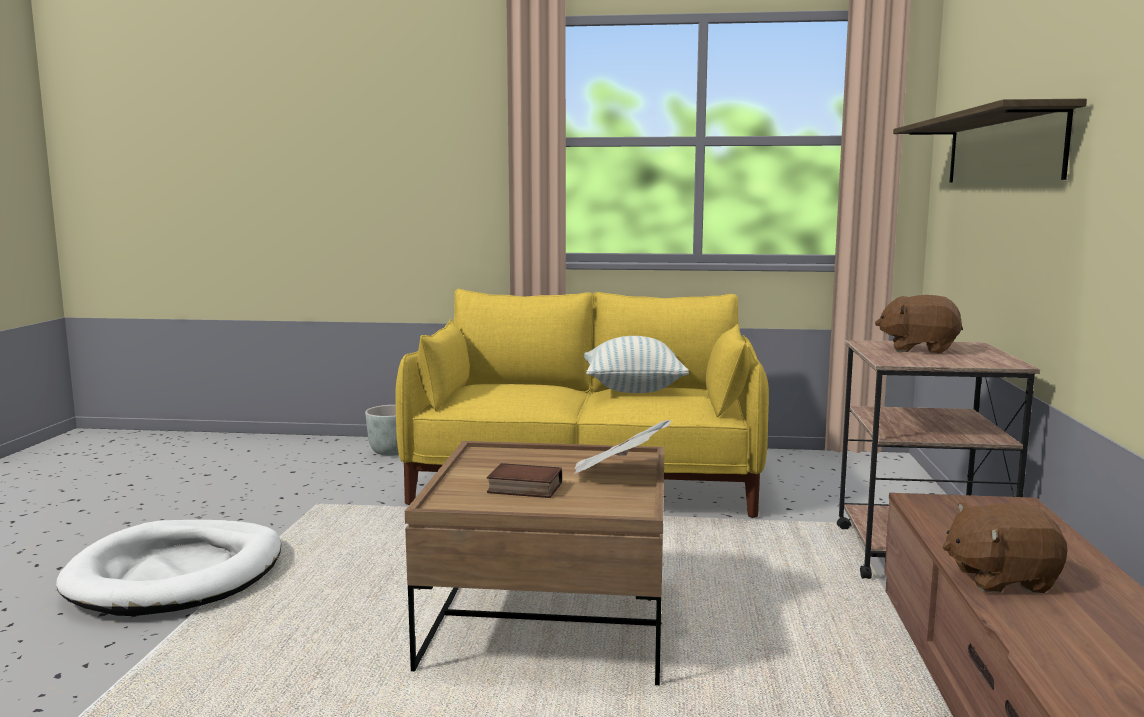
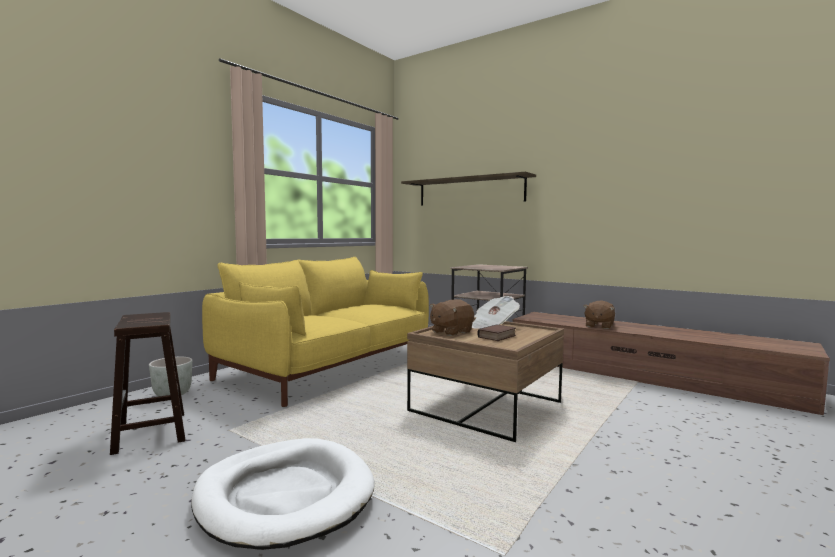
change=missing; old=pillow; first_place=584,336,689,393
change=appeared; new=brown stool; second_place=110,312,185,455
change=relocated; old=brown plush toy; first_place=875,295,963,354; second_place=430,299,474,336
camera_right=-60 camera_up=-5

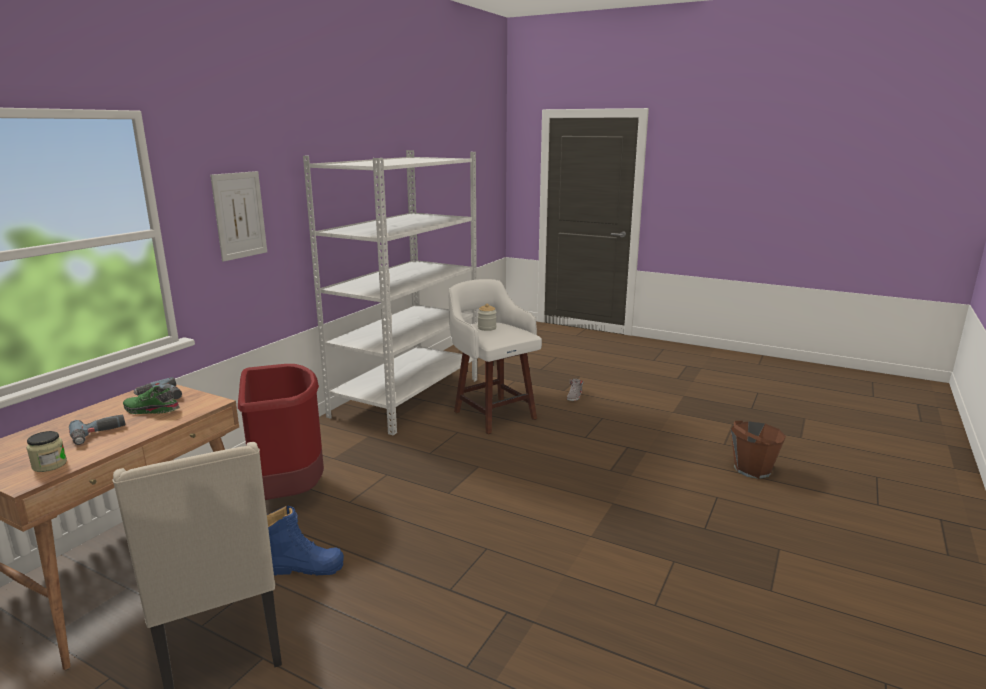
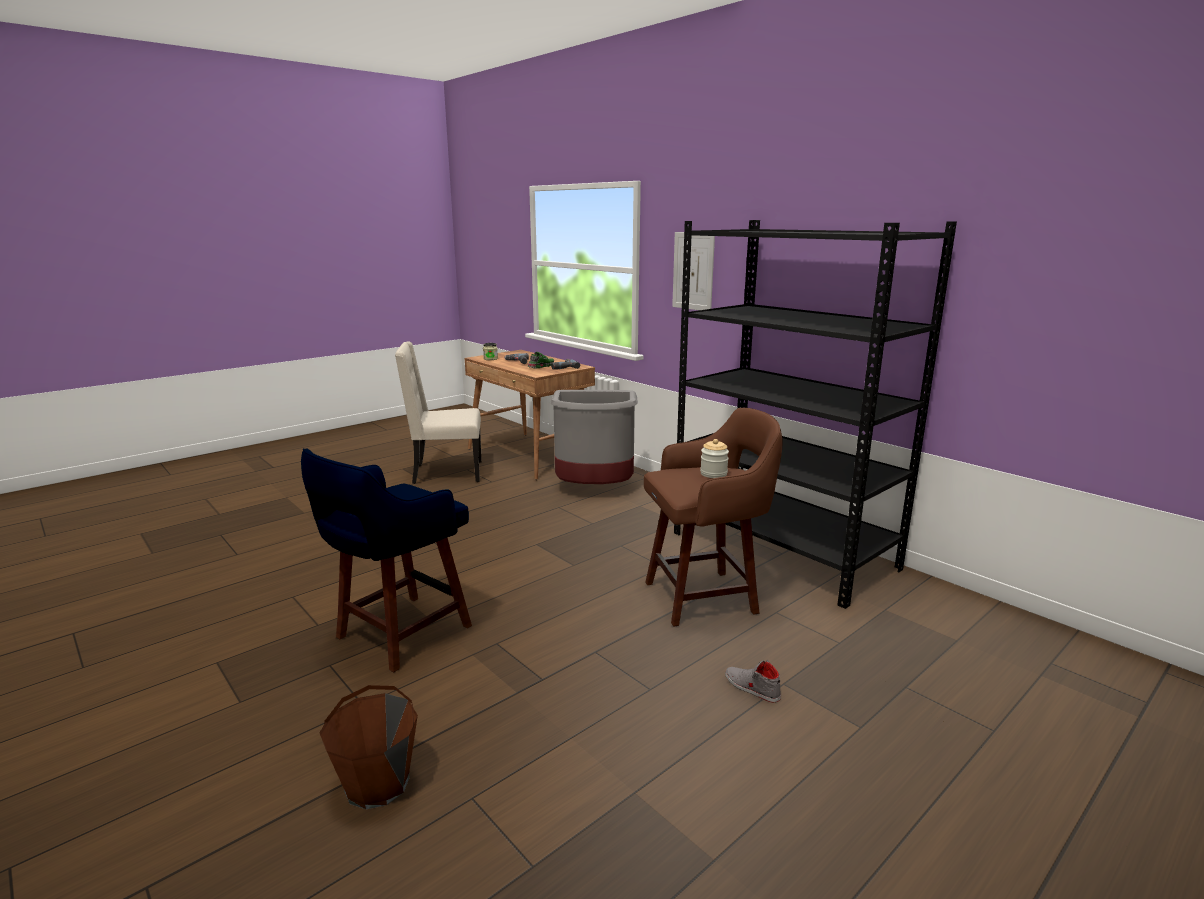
change=missing; old=blue boot; first_place=267,506,344,575
change=appeared; new=blue stool; second_place=301,448,472,673
change=colour; old=red trash can; new=grey trash can; first_place=238,364,324,500; second_place=551,390,638,484
change=colour; old=white bookcase; new=black bookcase; first_place=303,150,477,435; second_place=674,220,957,609
change=colour; old=white stool; new=brown stool; first_place=449,279,542,434; second_place=644,408,783,626
camera_right=110 camera_up=0

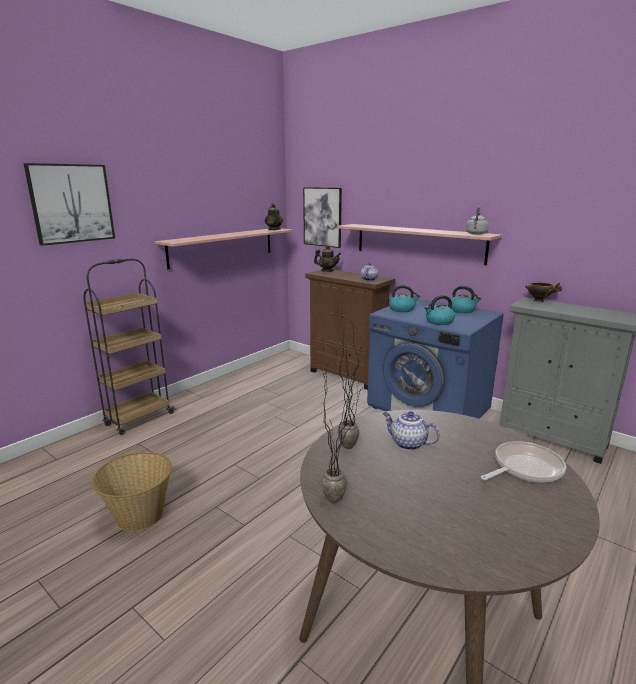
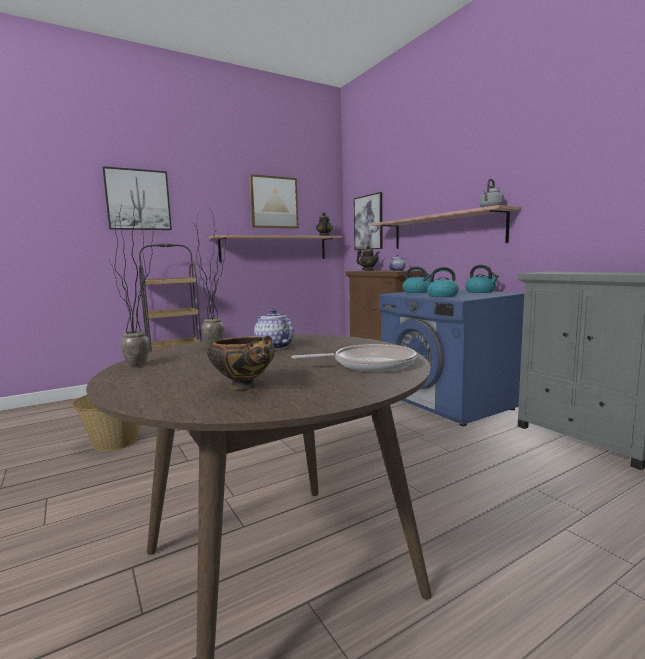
change=appeared; new=picture; second_place=249,174,299,228
change=relocated; old=bowl; first_place=525,282,562,302; second_place=207,336,275,390
camera_right=20 camera_up=-10

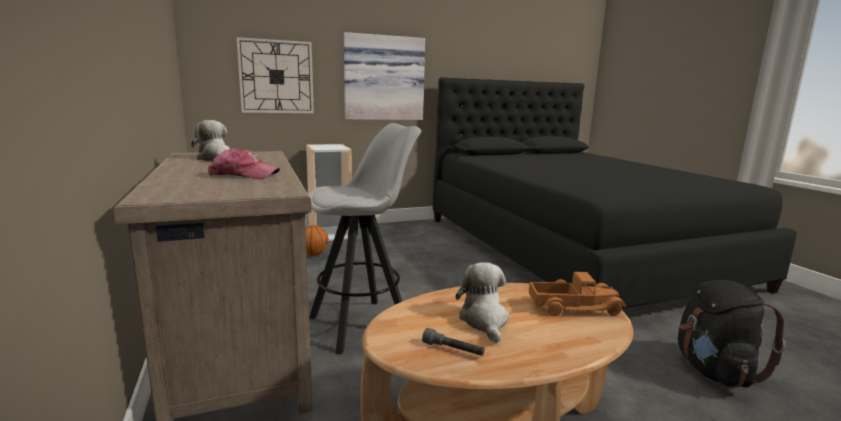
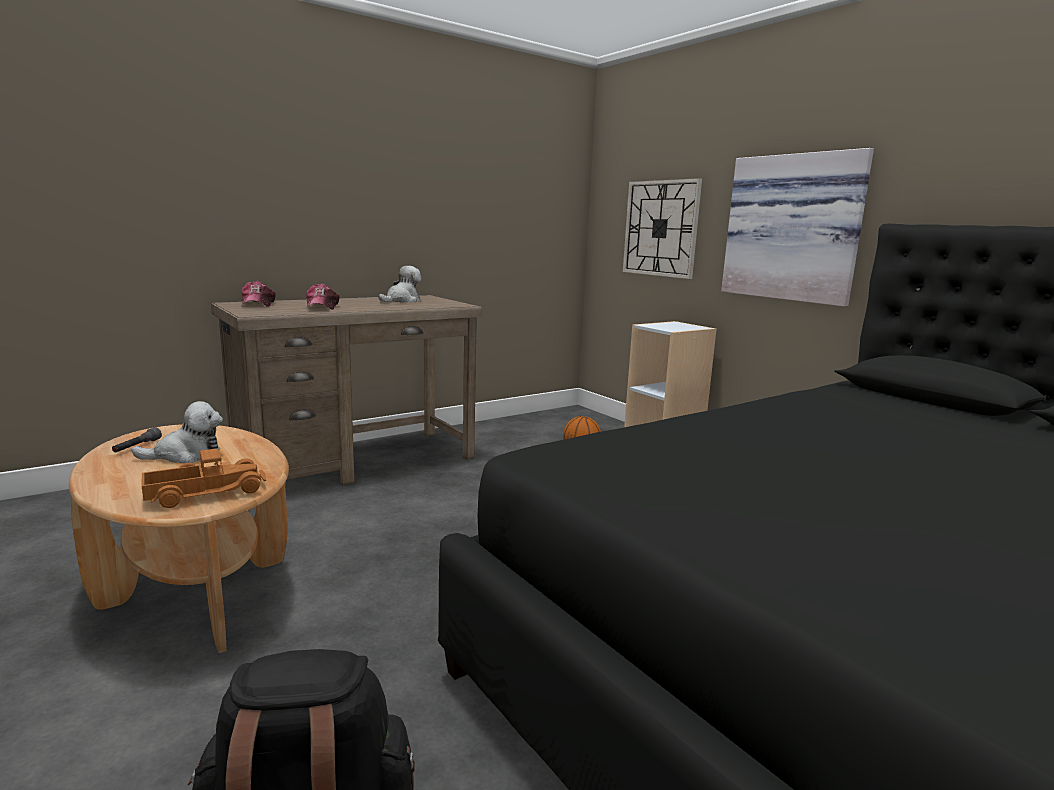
change=missing; old=grey stool; first_place=308,123,422,354
change=appeared; new=cap; second_place=241,281,276,307
change=spun; old=toy truck; first_place=529,272,626,316; second_place=142,449,266,508; degrees=-105
camera_right=75 camera_up=0

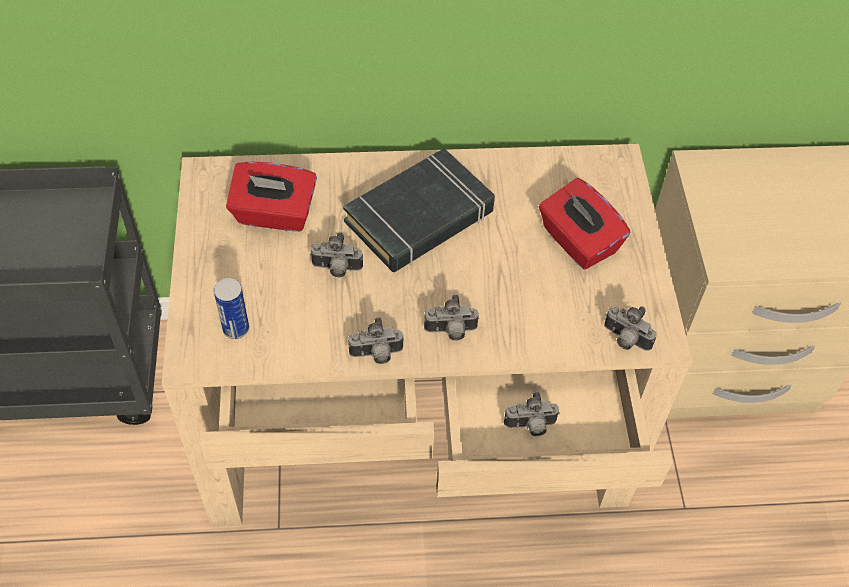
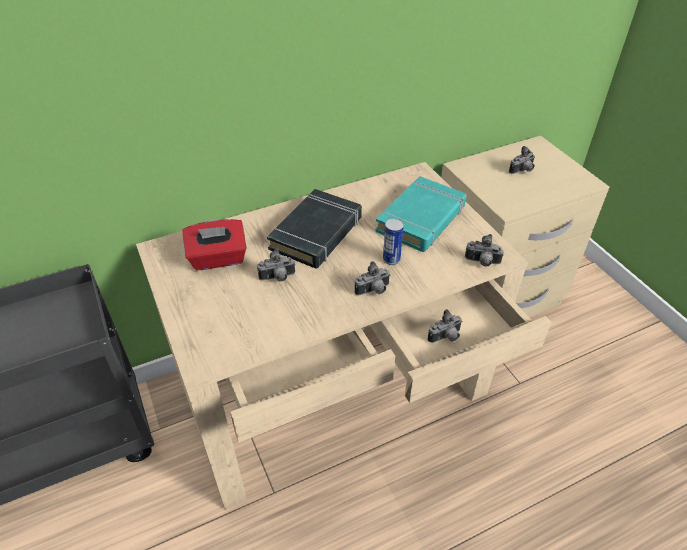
change=relocated; old=can; first_place=214,278,249,339; second_place=383,219,404,265
change=relocated; old=photo camera; first_place=348,317,404,364; second_place=509,146,535,174
change=exchanged; old=red tissue box; new=turquoise book; first_place=539,178,630,269; second_place=375,176,467,252
camera_right=-20 camera_up=-10

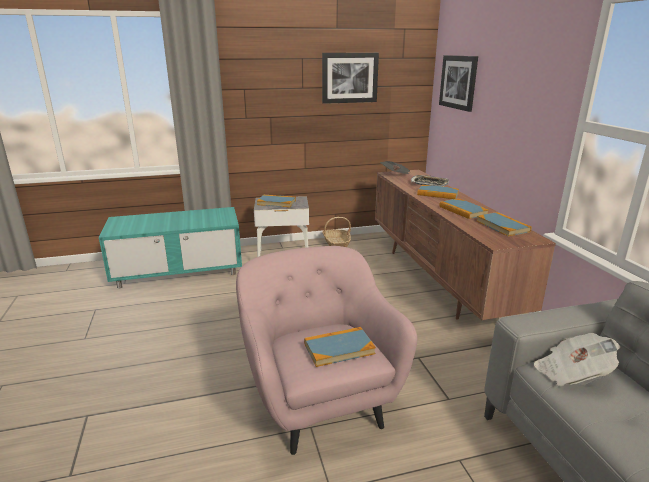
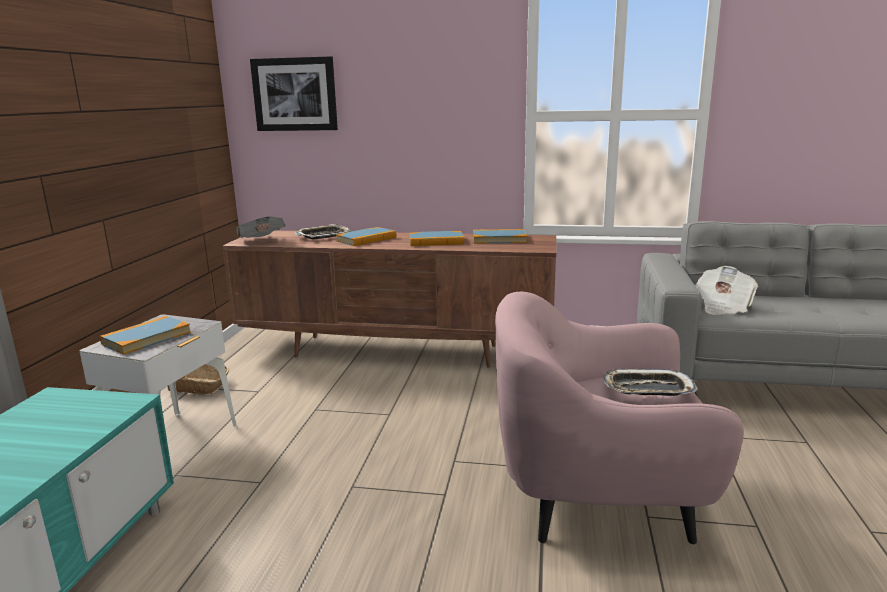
change=missing; old=picture; first_place=322,53,379,104
change=exchanged; old=book; new=tray; first_place=304,327,376,367; second_place=604,369,698,396
camera_right=-65 camera_up=-5

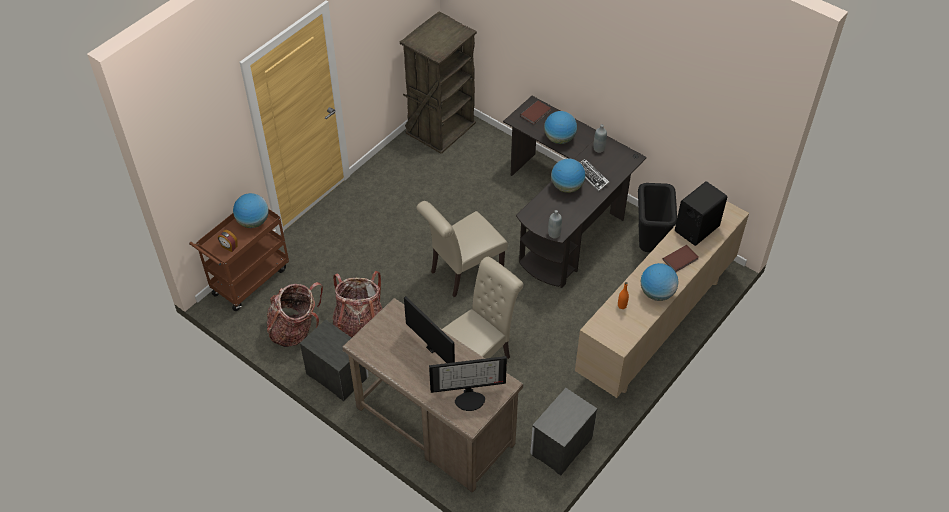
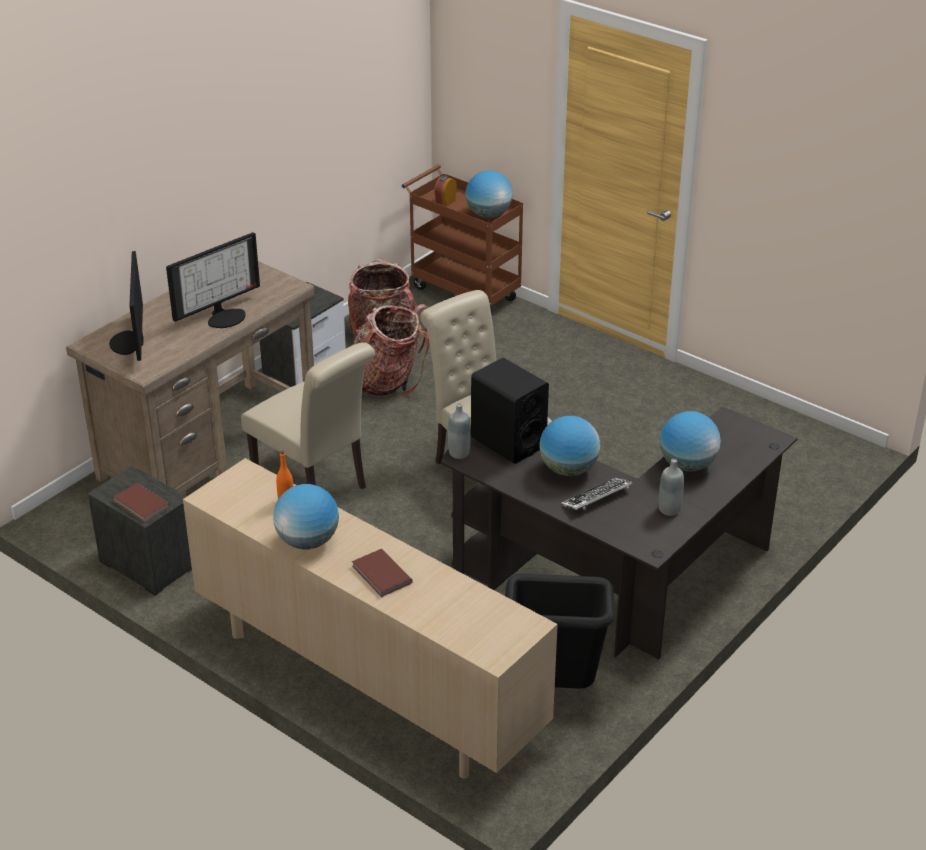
change=missing; old=brown bookcase; first_place=400,11,477,154
change=relocated; old=brown book; first_place=520,101,551,124; second_place=113,483,170,522
change=relocated; old=black speaker; first_place=675,181,727,246; second_place=471,358,549,464
camera_right=90 camera_up=-15

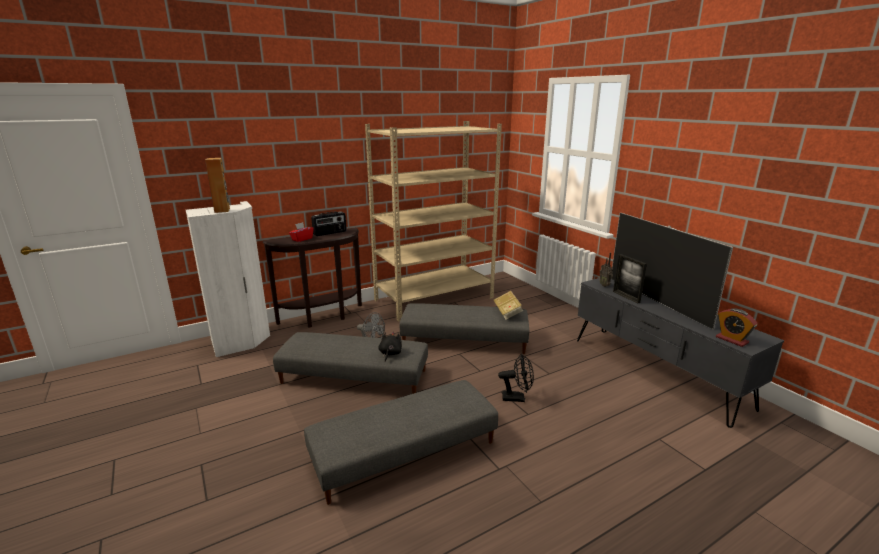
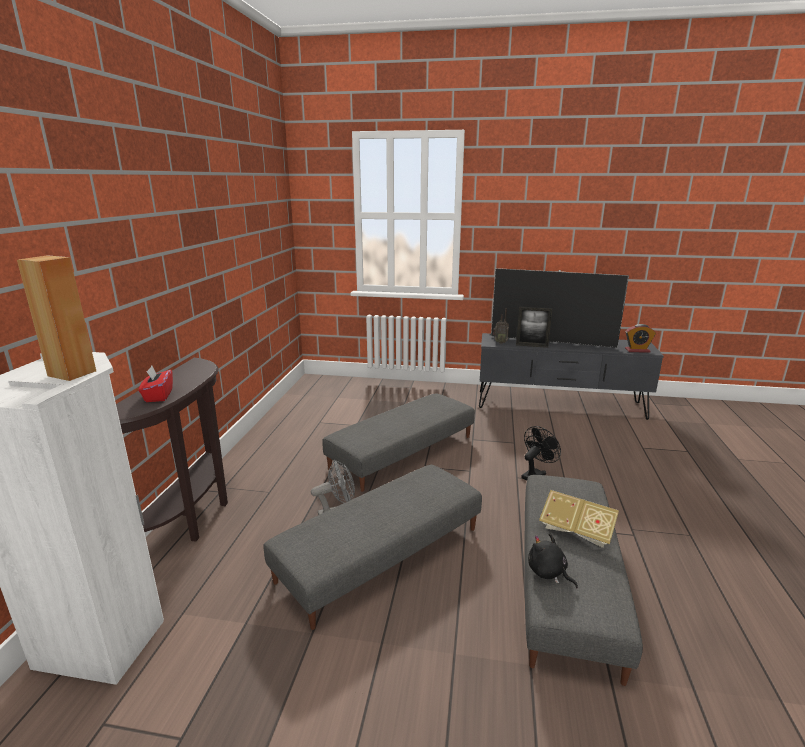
change=missing; old=radio; first_place=311,211,347,236
change=missing; old=beige bookcase; first_place=365,121,502,322
change=relocated; old=black plush toy; first_place=378,332,402,362; second_place=528,533,578,588
change=relocated; old=book; first_place=494,291,523,319; second_place=539,490,619,548
camera_right=-50 camera_up=0

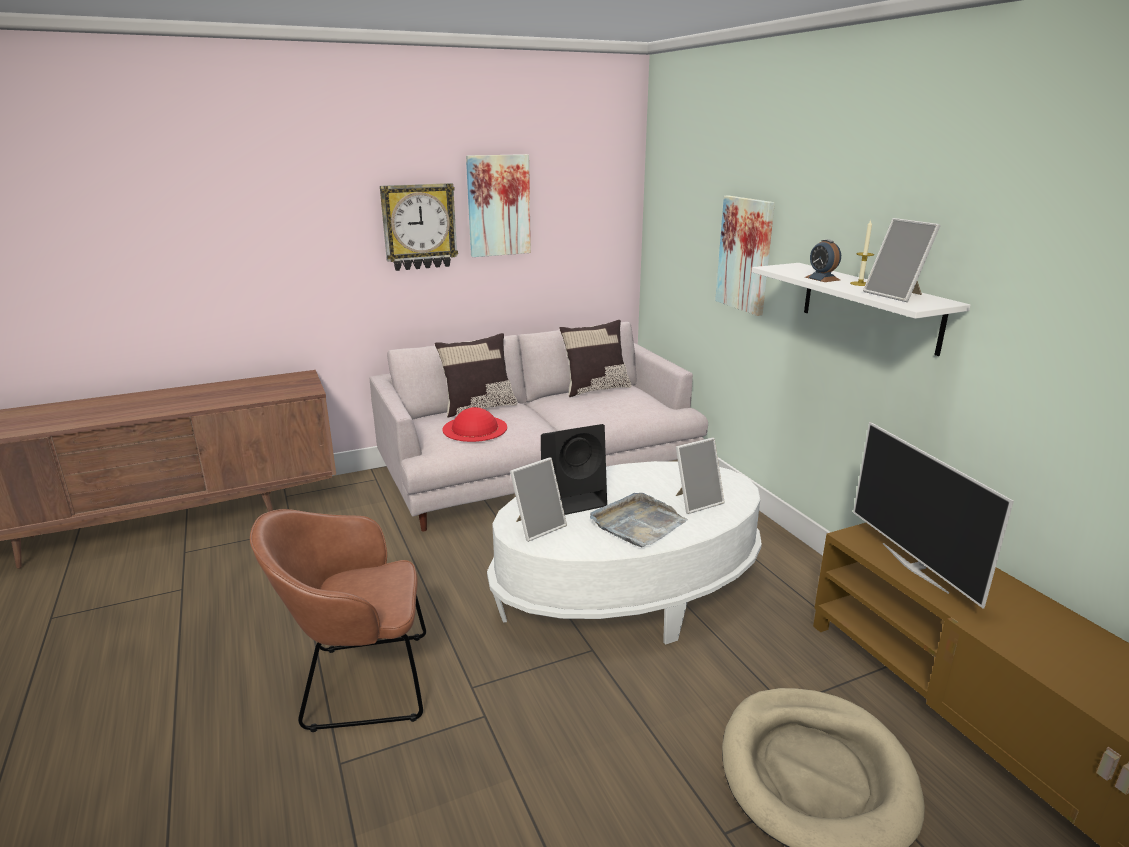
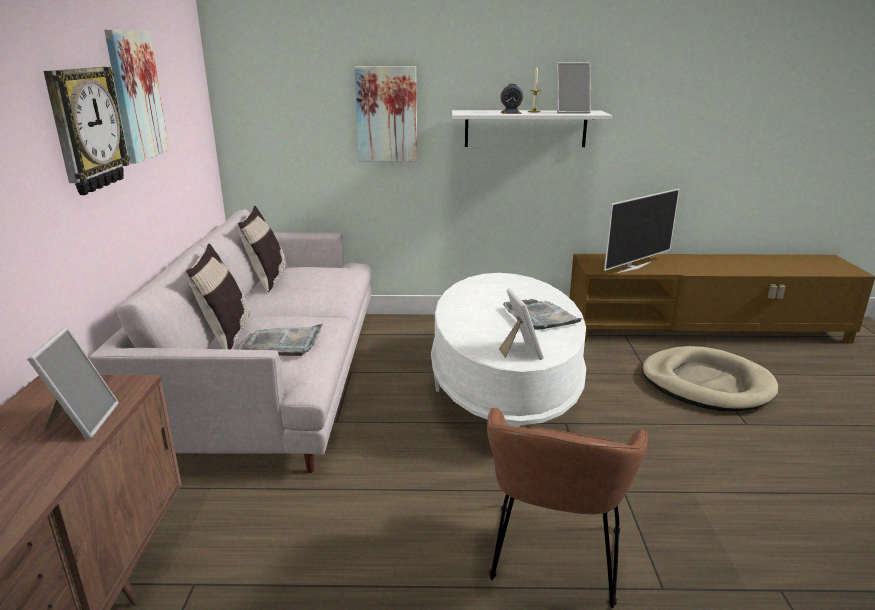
change=missing; old=black speaker; first_place=541,424,607,515
change=relocated; old=picture frame; first_place=676,438,725,514; second_place=27,328,119,440
change=exchanged; old=red hat; new=grey tray; first_place=443,407,507,442; second_place=237,324,323,356
change=spun; old=television; first_place=853,422,1014,609; second_place=604,189,679,273; degrees=-45
camera_right=-65 camera_up=0

